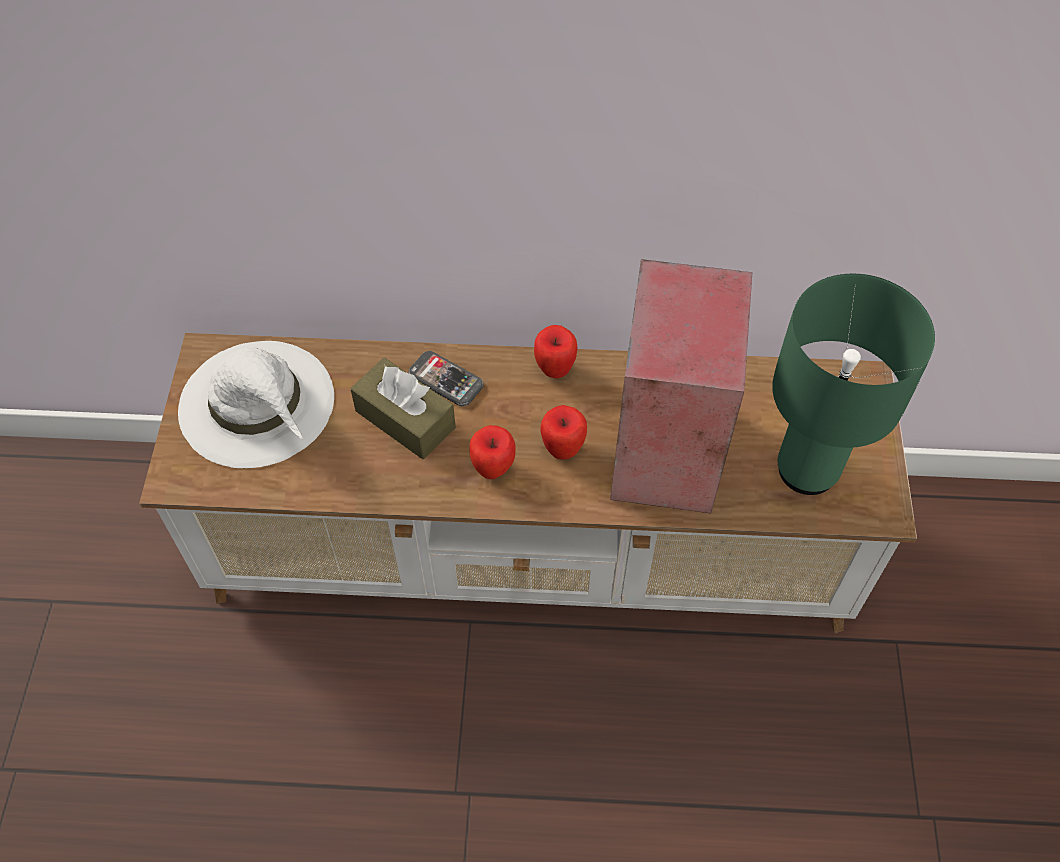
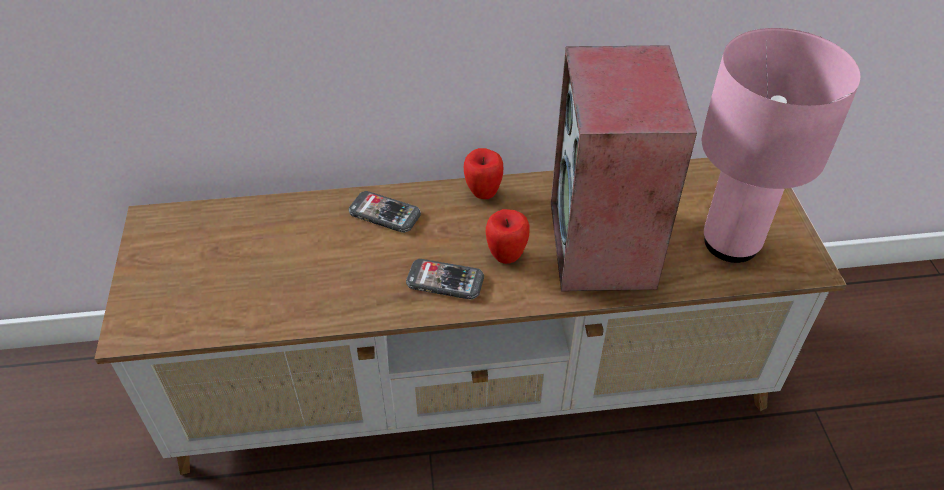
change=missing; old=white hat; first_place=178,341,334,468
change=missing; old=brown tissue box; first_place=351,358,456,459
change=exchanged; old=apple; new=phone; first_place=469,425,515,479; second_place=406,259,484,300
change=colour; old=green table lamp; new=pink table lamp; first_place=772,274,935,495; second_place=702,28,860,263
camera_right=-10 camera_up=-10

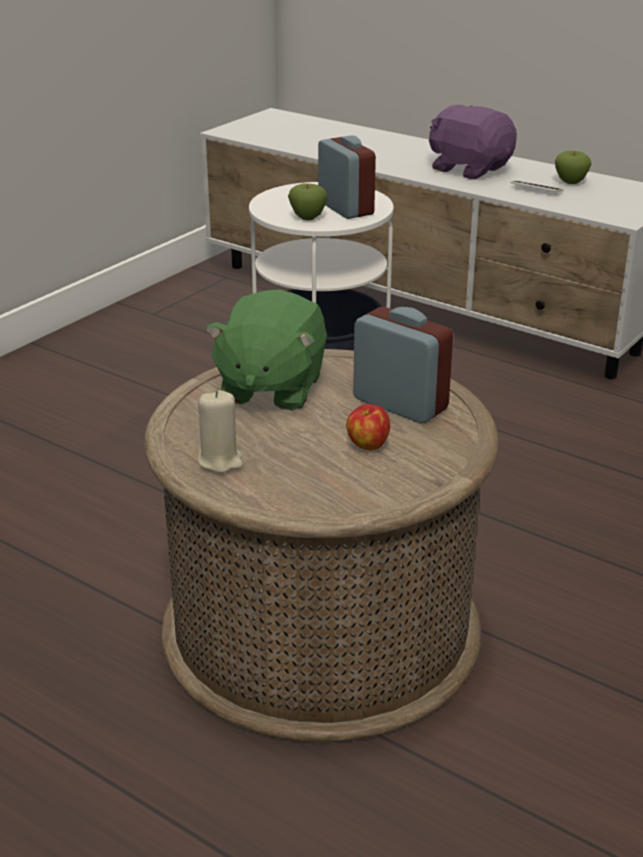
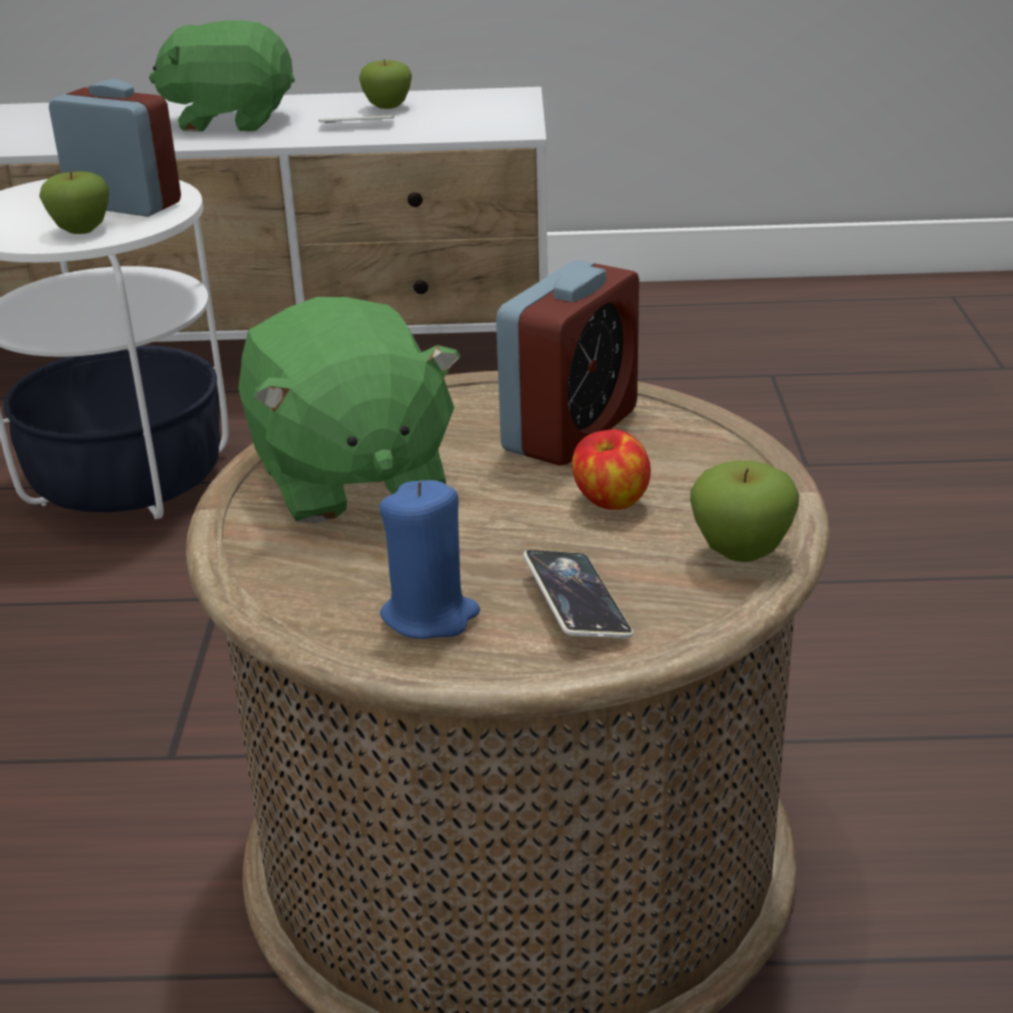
change=appeared; new=phone; second_place=523,550,633,638
change=appeared; new=apple; second_place=690,461,799,562
change=colour; old=beige candle; new=blue candle; first_place=198,390,243,473; second_place=379,480,480,639
change=colour; old=purple plush toy; new=green plush toy; first_place=429,105,517,179; second_place=149,20,295,131
change=spun; old=alarm clock; first_place=353,307,453,423; second_place=496,260,639,465; degrees=120
camera_right=-35 camera_up=0

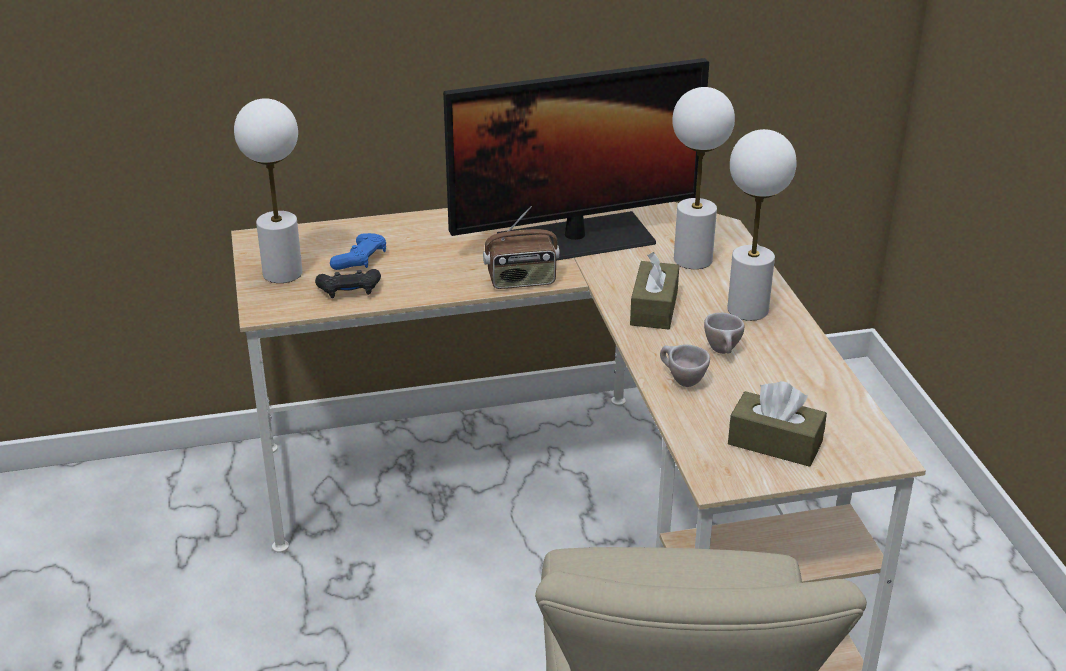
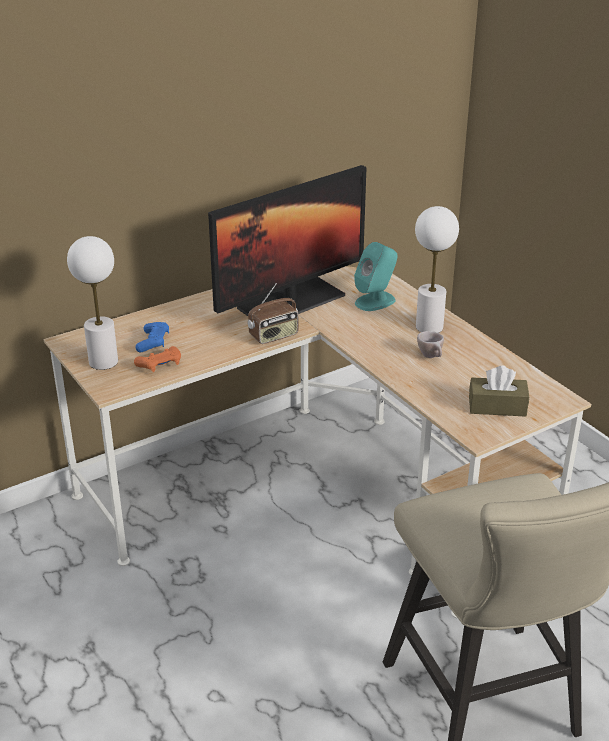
change=missing; old=brown tissue box; first_place=630,252,679,330
change=missing; old=beige cup; first_place=660,345,710,387
change=exchanged; old=white table lamp; new=turquoise speaker; first_place=672,87,735,269; second_place=354,242,397,311
change=colour; old=black game controller; new=orange game controller; first_place=315,269,381,298; second_place=134,346,181,372
camera_right=-20 camera_up=0

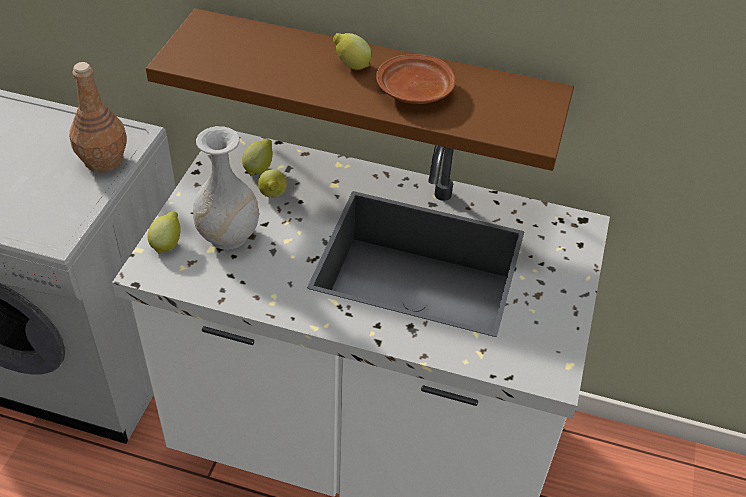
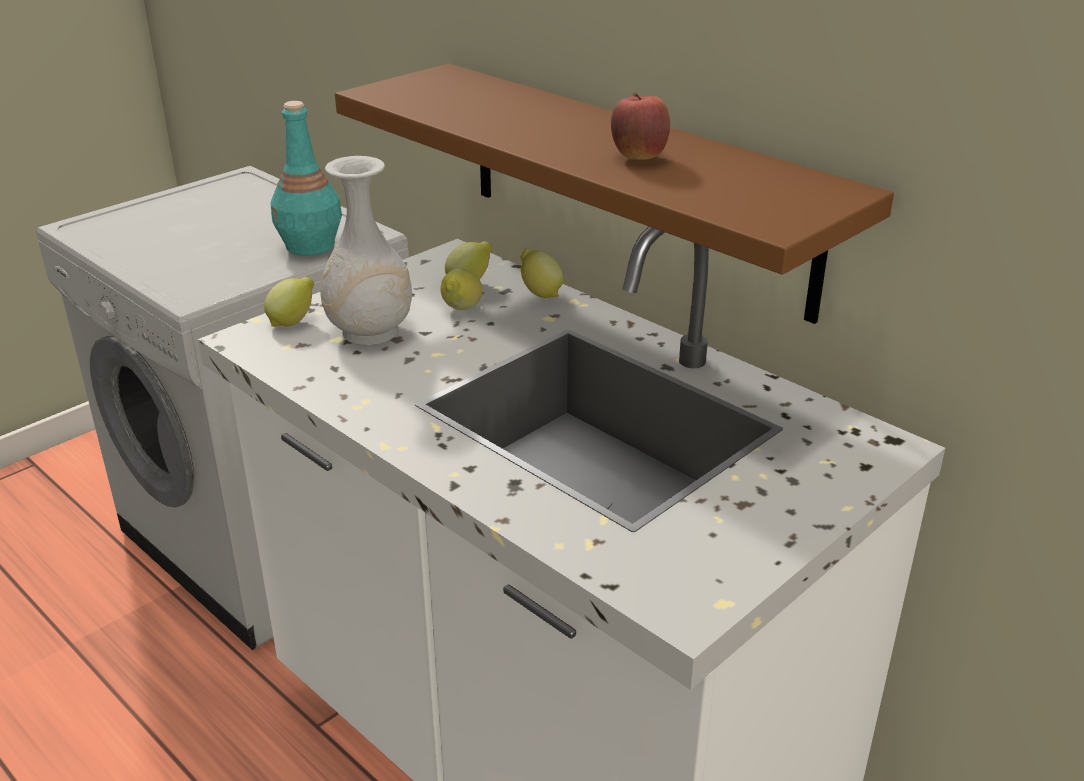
change=relocated; old=lemon; first_place=333,33,372,70; second_place=520,248,563,298
change=exchanged; old=brown plate; new=apple; first_place=376,54,456,104; second_place=611,93,670,160
change=colour; old=brown bottle; new=turquoise bottle; first_place=69,62,127,172; second_place=270,101,342,256
camera_right=30 camera_up=-15

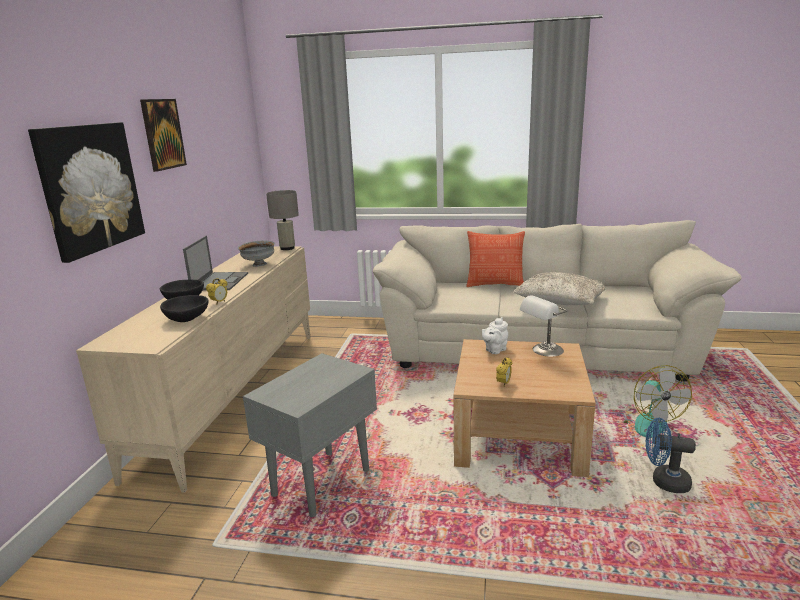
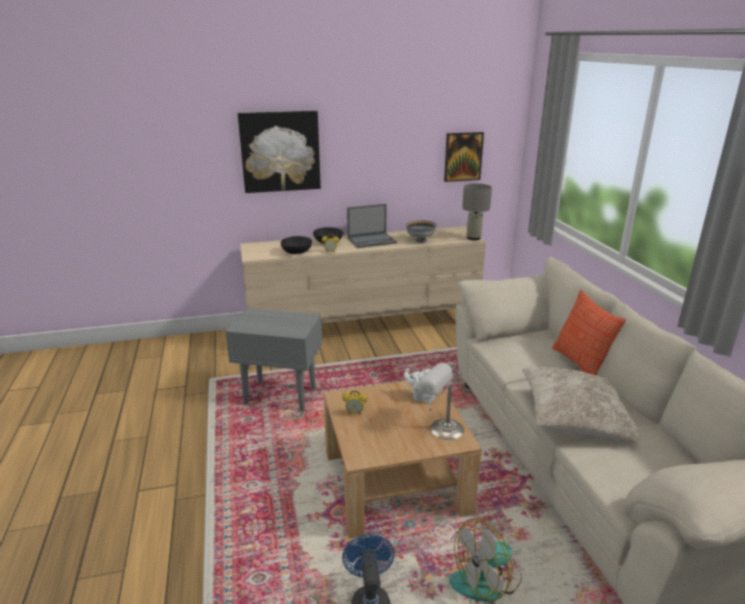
change=relocated; old=picture; first_place=140,99,187,172; second_place=444,132,484,182
camera_right=65 camera_up=5

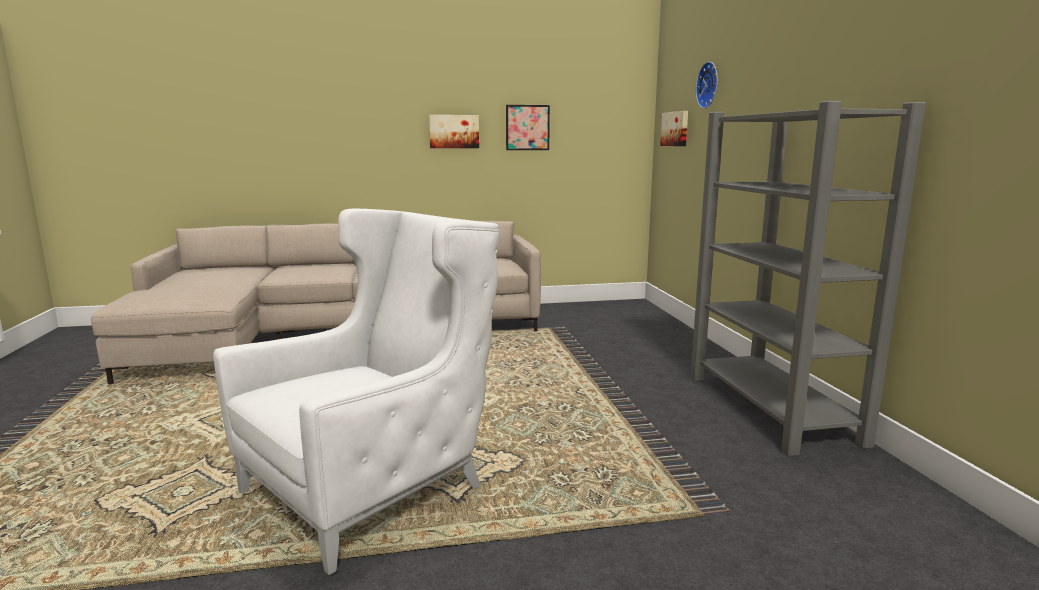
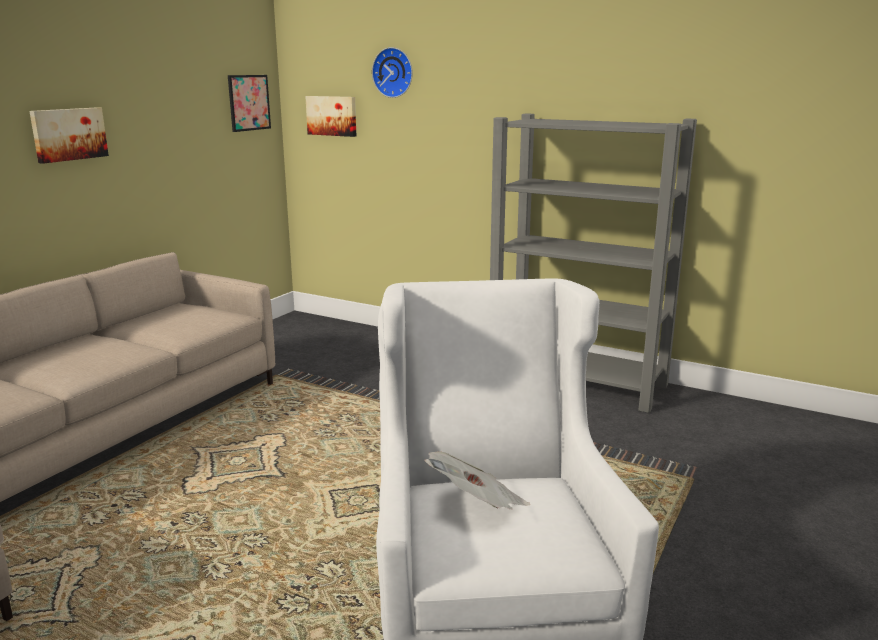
change=appeared; new=newspaper; second_place=424,451,530,509
change=relocated; old=picture; first_place=506,105,550,150; second_place=228,75,271,132
camera_right=-50 camera_up=5

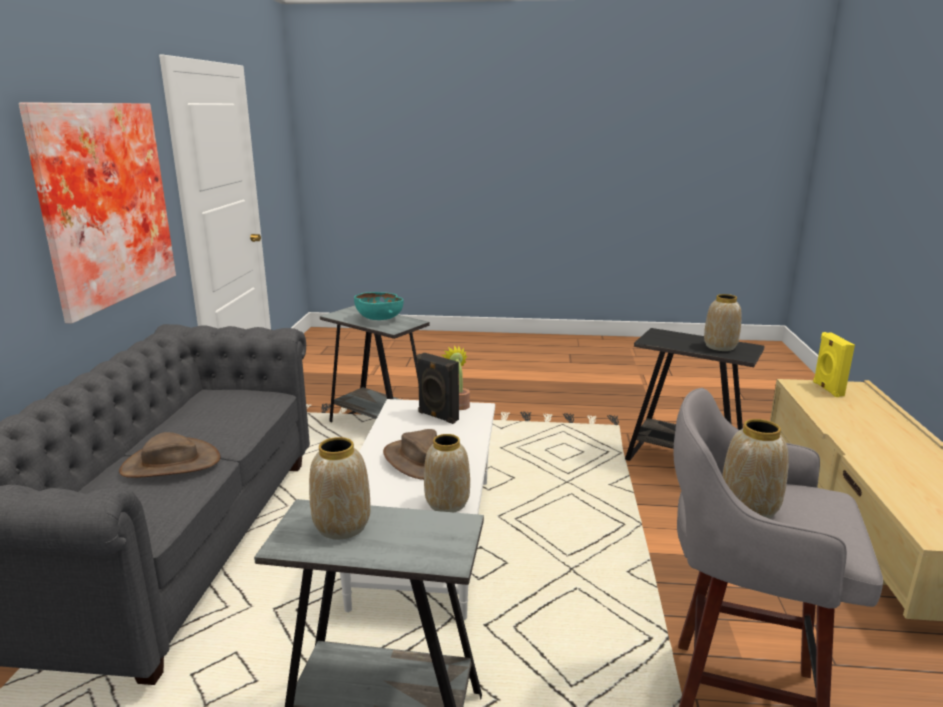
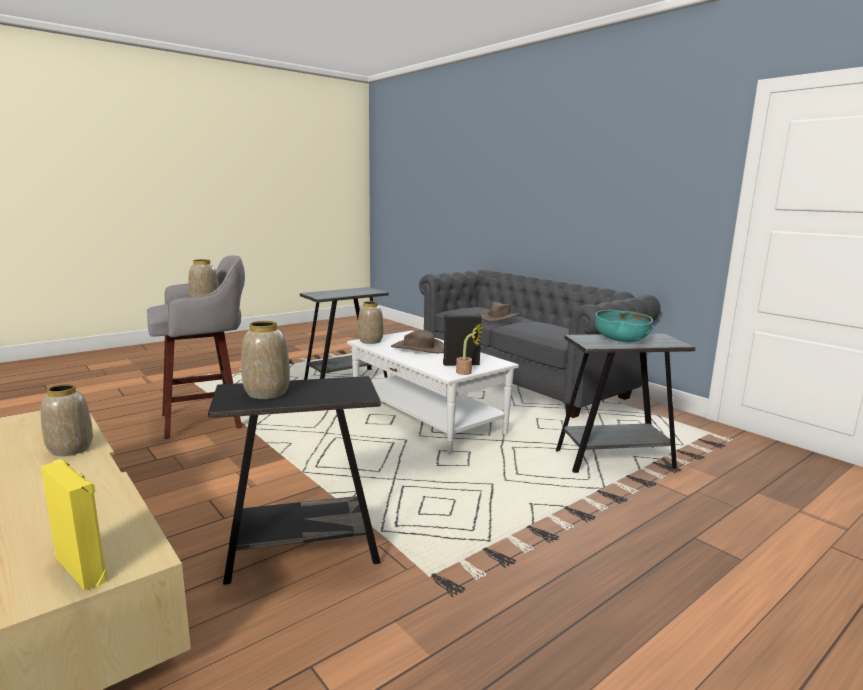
change=missing; old=picture; first_place=19,102,176,324
change=relocated; old=vase; first_place=309,437,371,539; second_place=41,384,93,456
camera_right=135 camera_up=-5

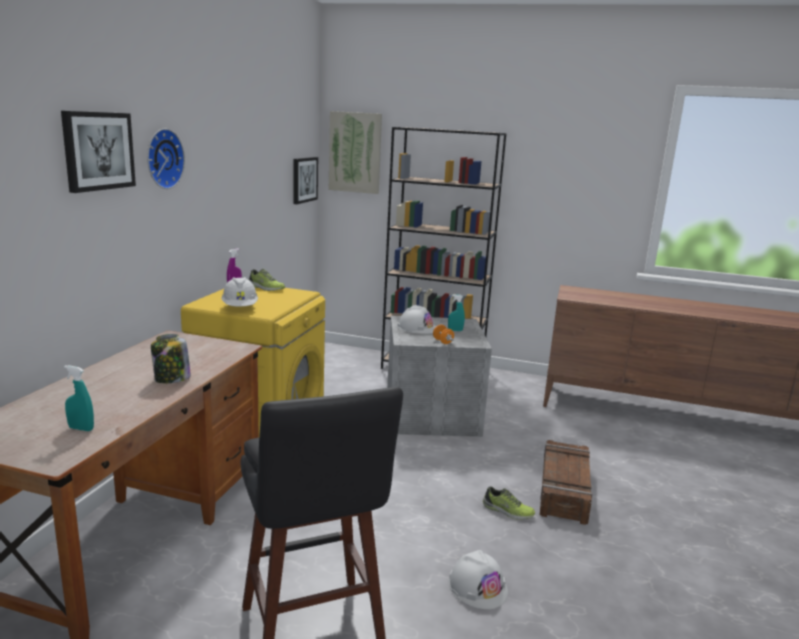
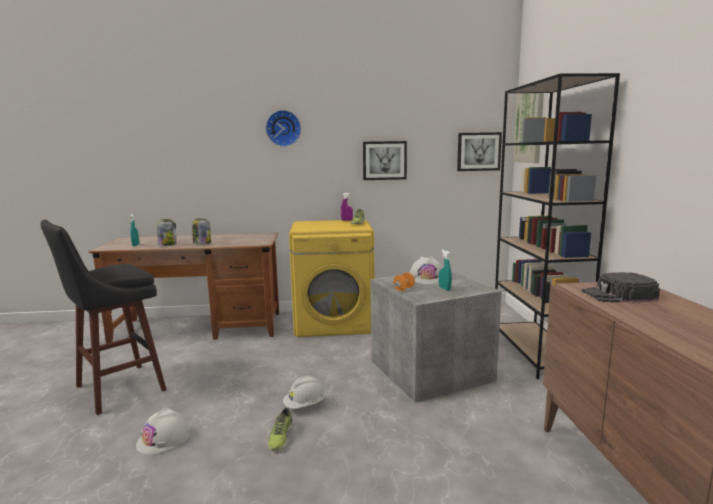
change=missing; old=crate; first_place=540,440,592,525
change=appeared; new=jar; second_place=157,219,176,246
change=appeared; new=black cap; second_place=581,272,660,302
change=relocated; old=picture; first_place=61,111,136,193; second_place=363,141,407,180
change=relocated; old=white hard hat; first_place=221,277,258,307; second_place=283,375,326,409
camera_right=70 camera_up=-5

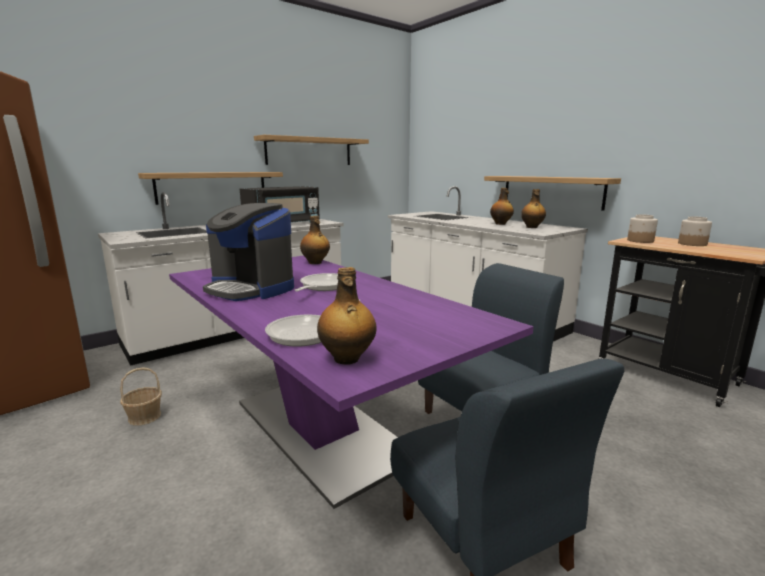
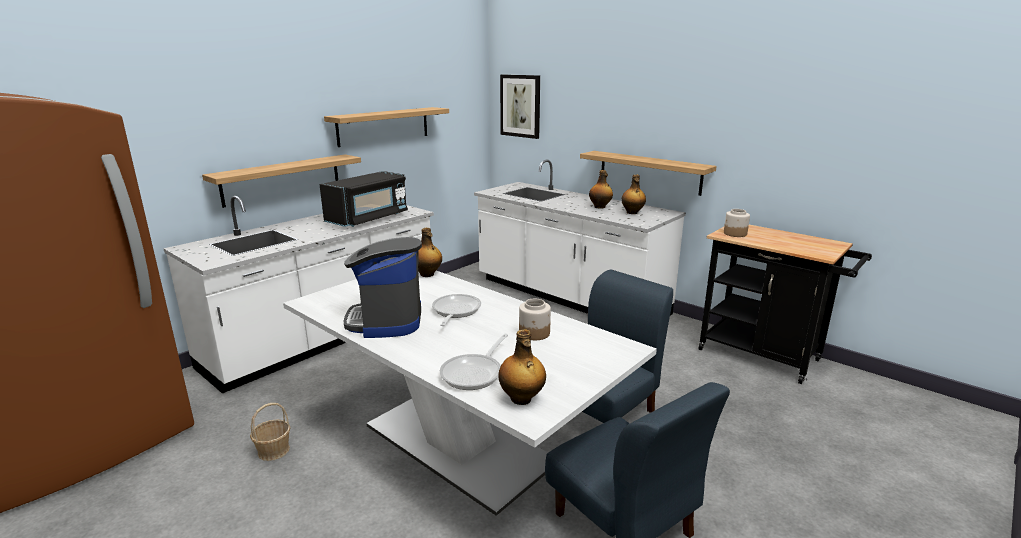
change=appeared; new=picture; second_place=500,75,540,139
change=relocated; old=jar; first_place=678,216,712,246; second_place=519,299,551,340
change=colour; old=purple dining table; new=white dining table; first_place=169,255,534,509; second_place=283,271,657,516
change=spun; old=coffee machine; first_place=203,203,294,301; second_place=344,237,422,338; degrees=60
camera_right=-10 camera_up=5

